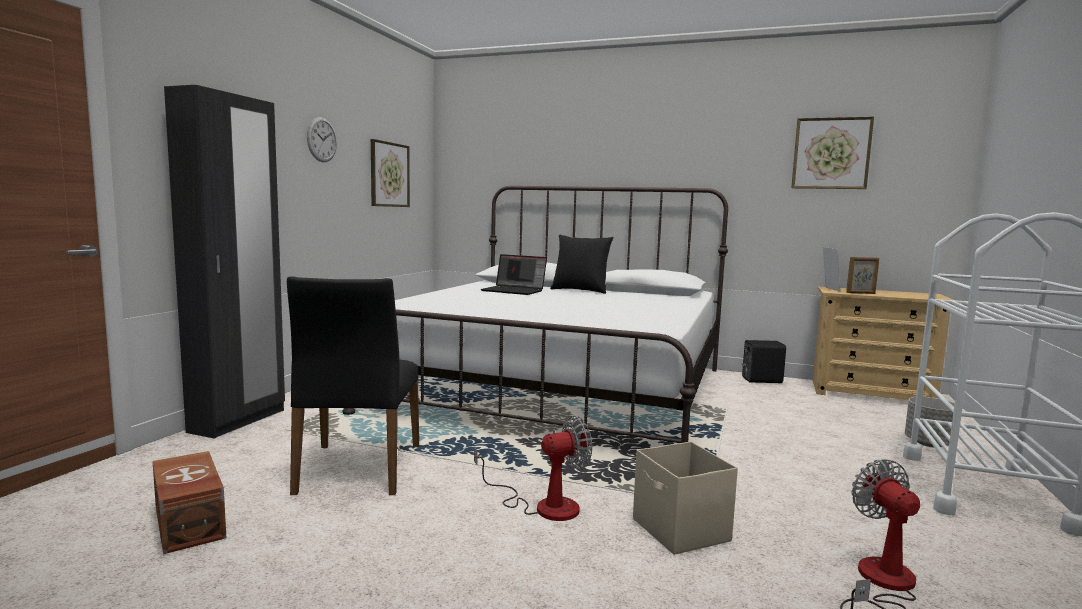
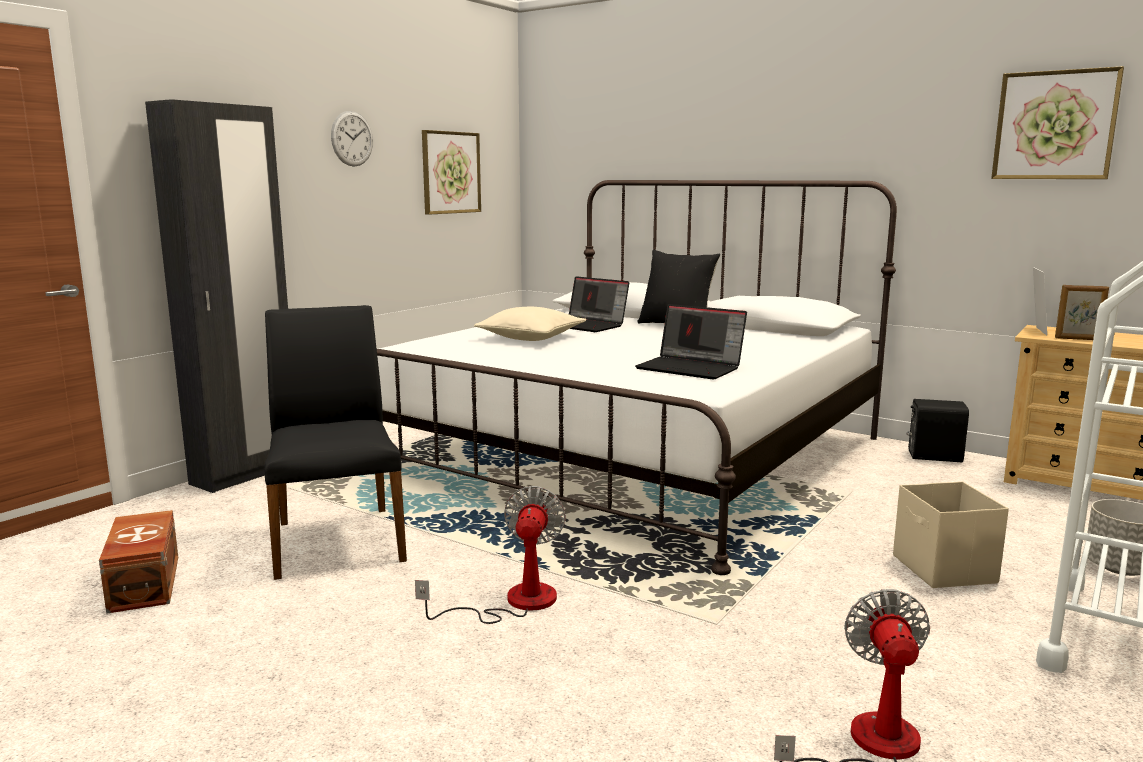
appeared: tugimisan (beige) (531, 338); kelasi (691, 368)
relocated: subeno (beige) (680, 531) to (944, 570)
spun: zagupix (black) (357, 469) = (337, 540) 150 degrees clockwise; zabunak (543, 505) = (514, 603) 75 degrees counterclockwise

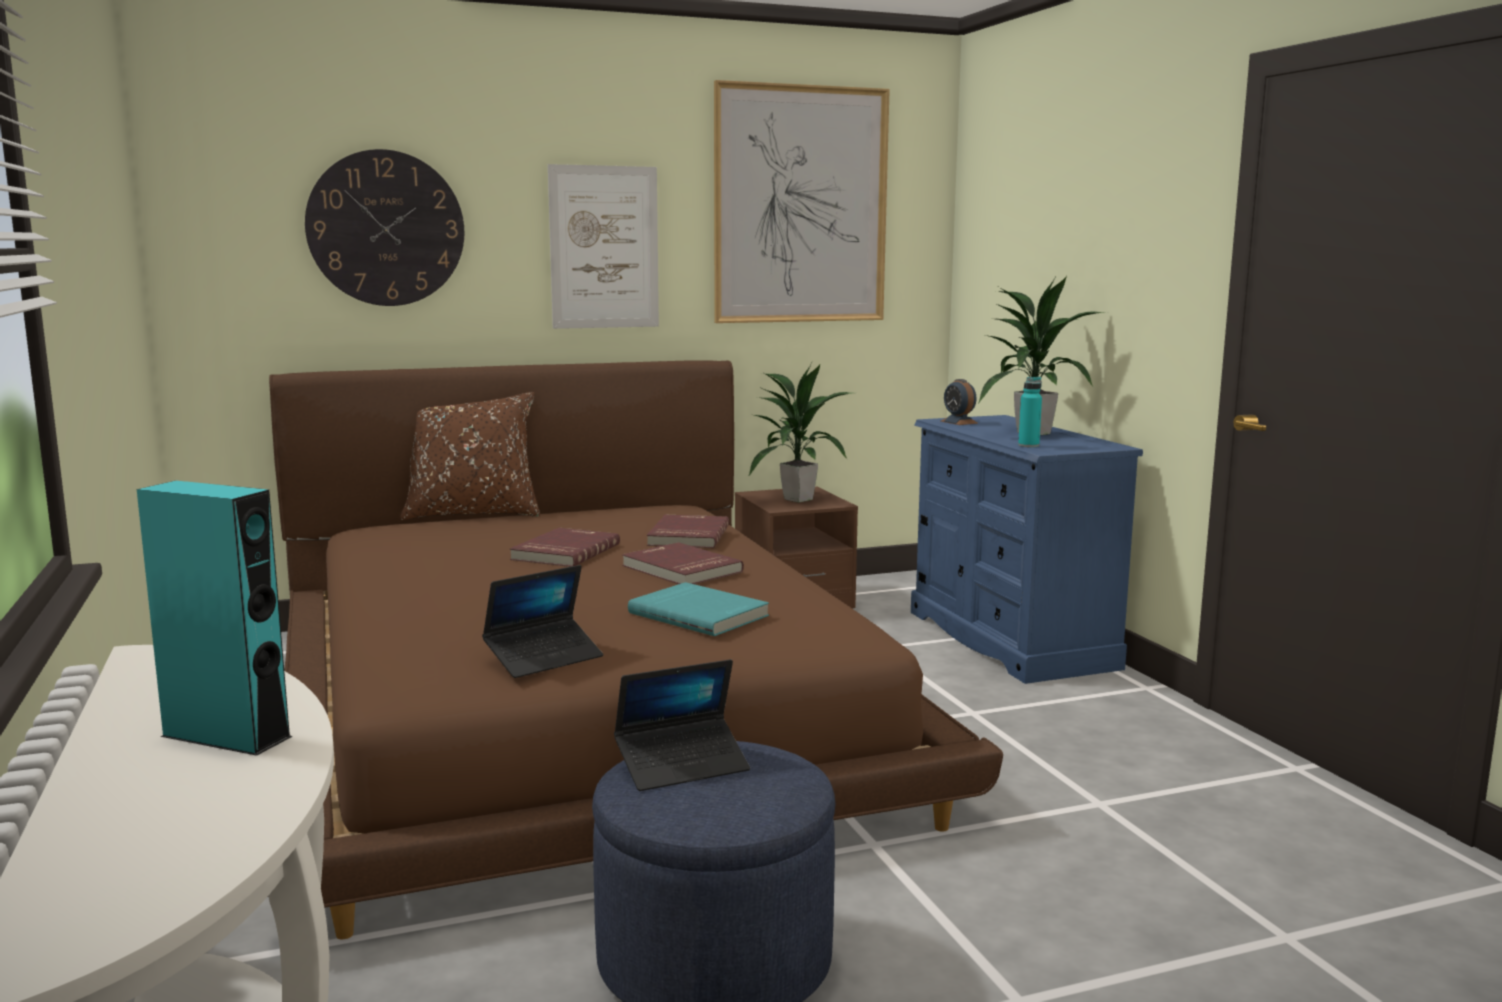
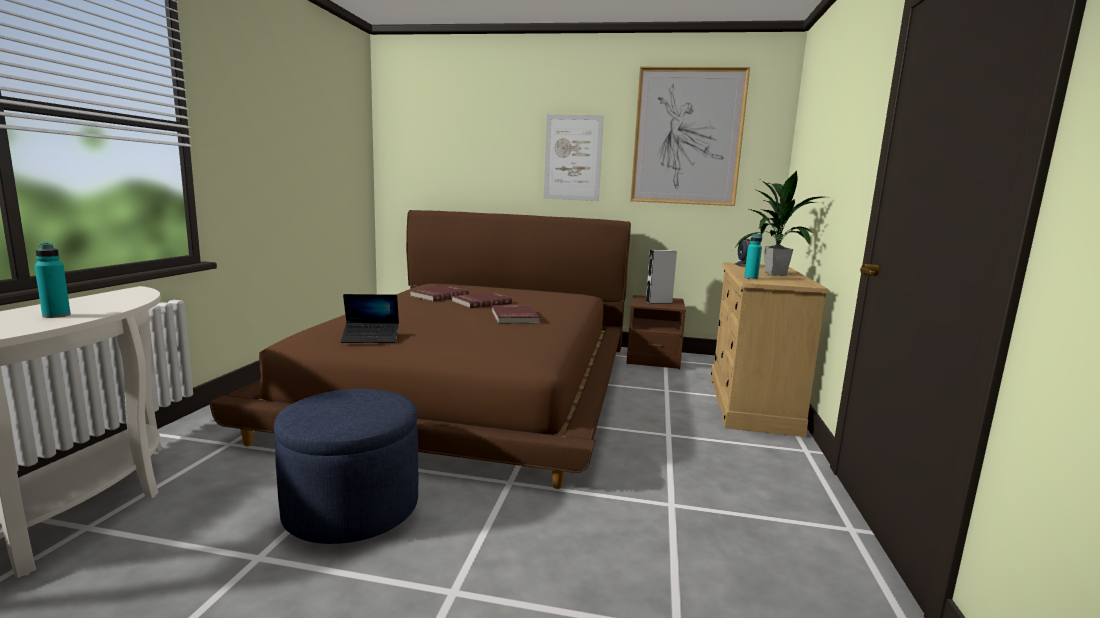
missing: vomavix (386, 228); tugimisan (brown) (472, 514); kelasi (682, 765); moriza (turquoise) (700, 614)
relocated: moriza (red) (686, 536) to (438, 295)
exchanged: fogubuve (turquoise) (226, 736) to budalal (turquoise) (56, 315); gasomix (797, 499) to fogubuve (grey) (659, 302)
colour: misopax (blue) (1009, 639) to misopax (beige) (751, 403)

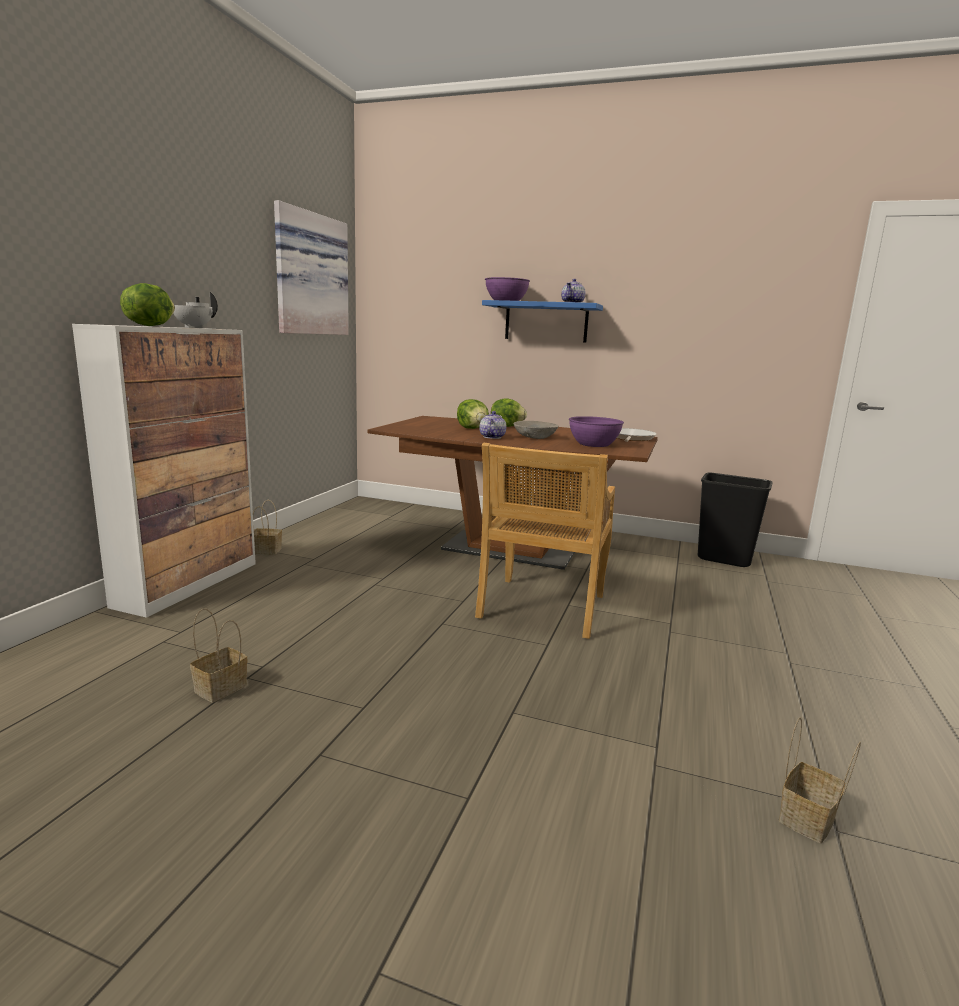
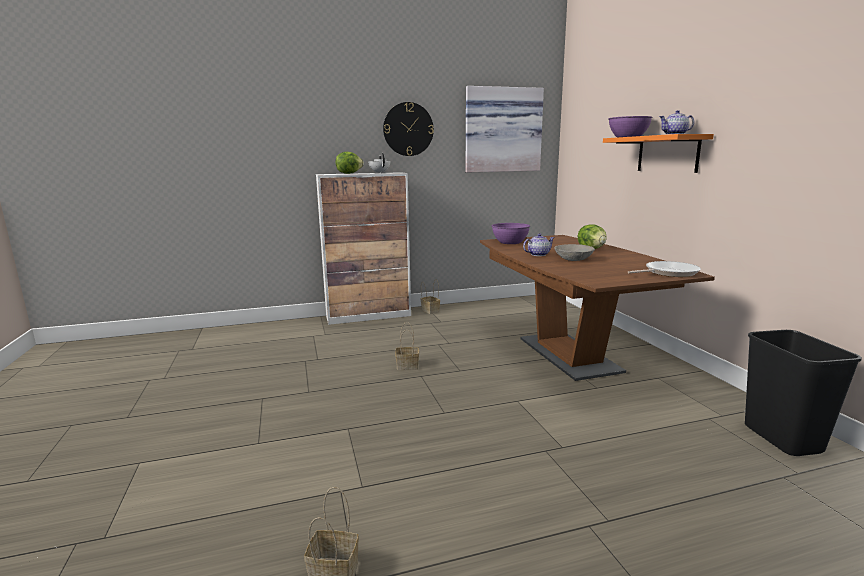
missing: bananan (473, 428); zagupix (beige) (542, 608)
appeared: vomavix (408, 129)
relocated: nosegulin (221, 687) to (408, 366); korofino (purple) (593, 444) to (510, 242)
colour: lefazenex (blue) (546, 322) to lefazenex (orange) (667, 154)

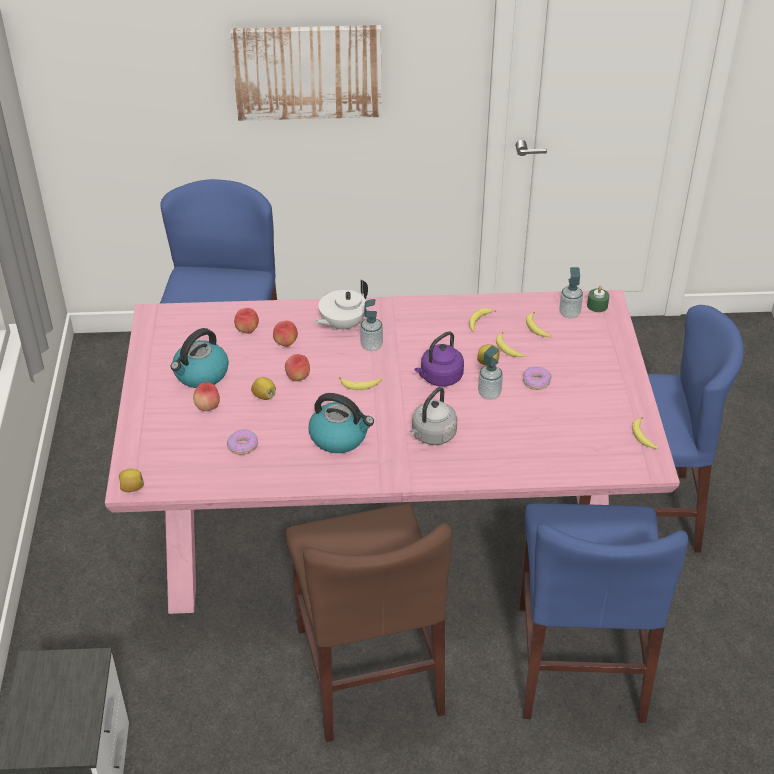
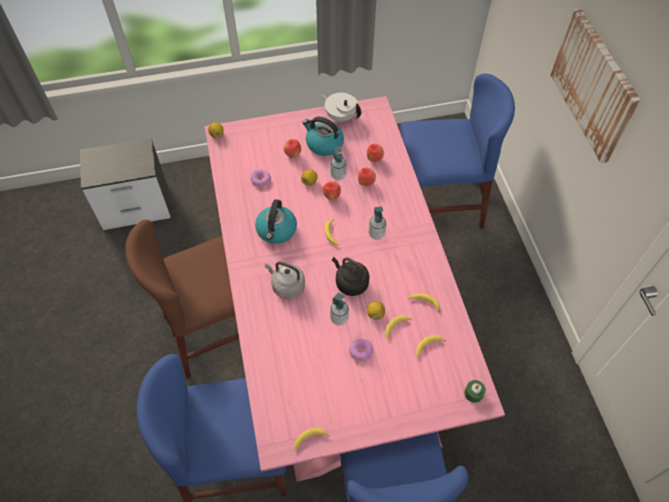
relocated: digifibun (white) (342, 324) to (340, 116); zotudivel (569, 313) to (338, 175)
colour: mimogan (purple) (439, 378) to mimogan (black) (350, 283)

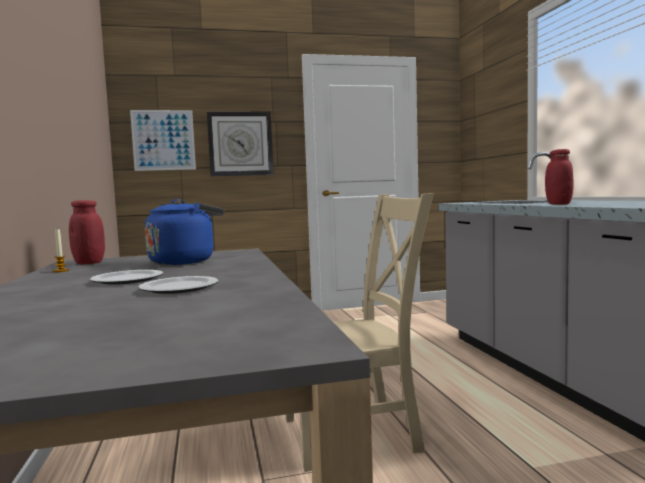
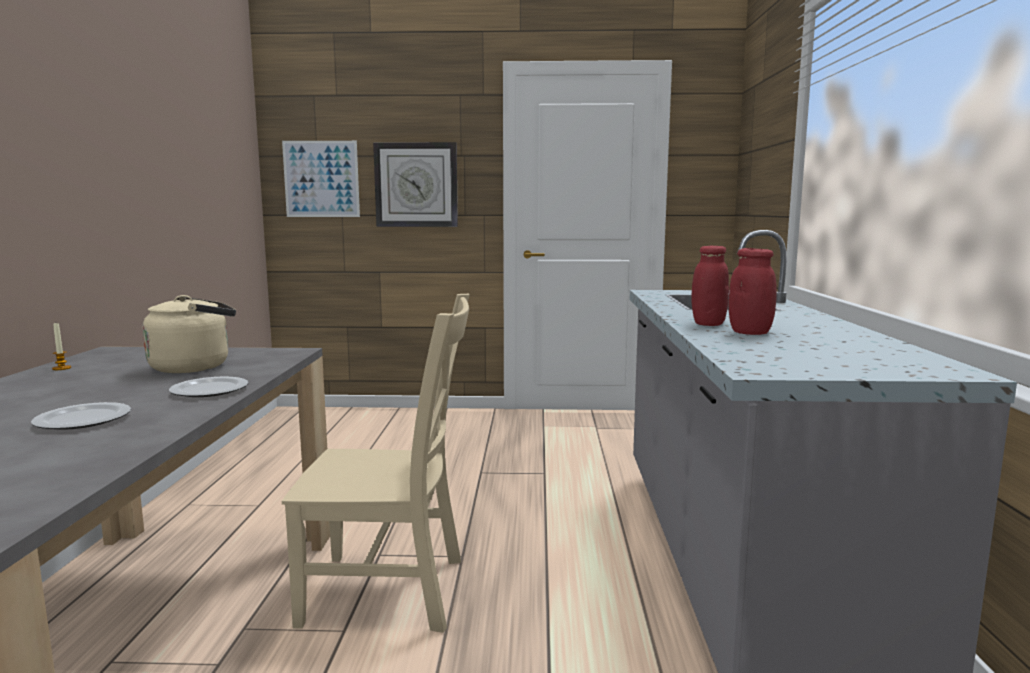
relocated: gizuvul (128, 280) to (210, 390); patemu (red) (89, 263) to (750, 332)
colour: mimogan (blue) (185, 261) to mimogan (beige) (195, 367)

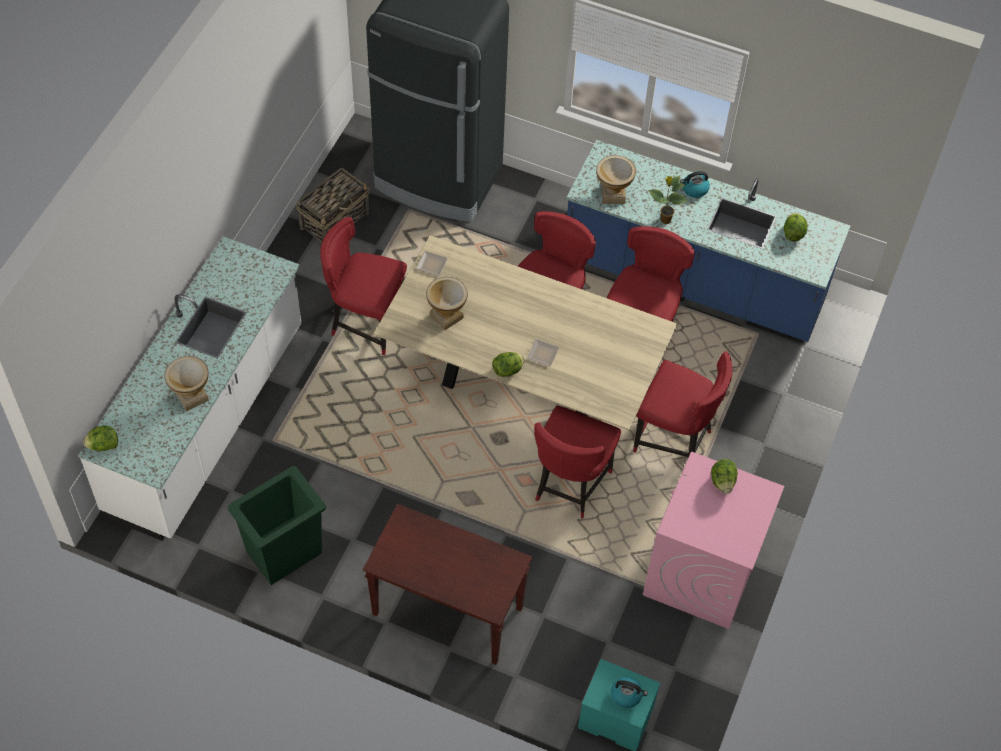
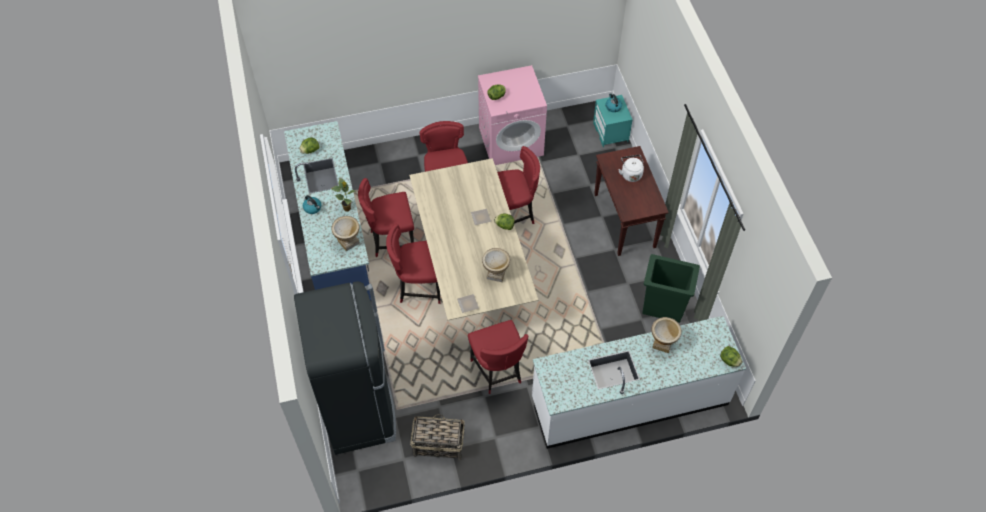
appeared: mimogan (white) (630, 174)

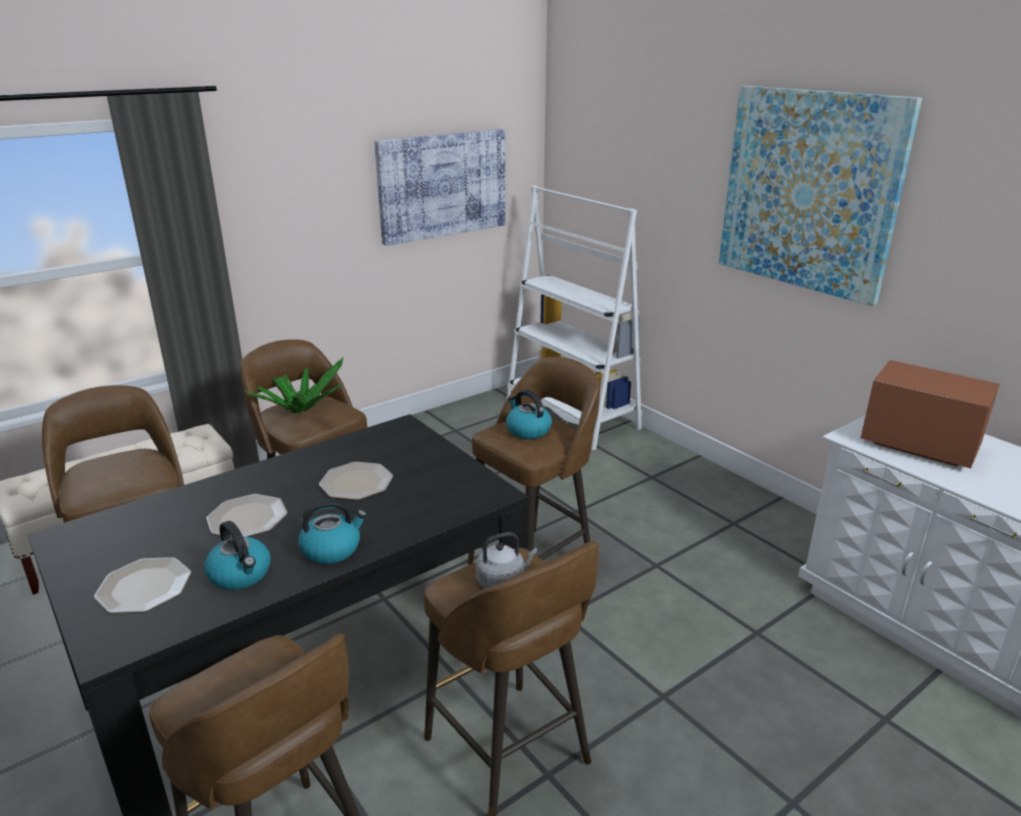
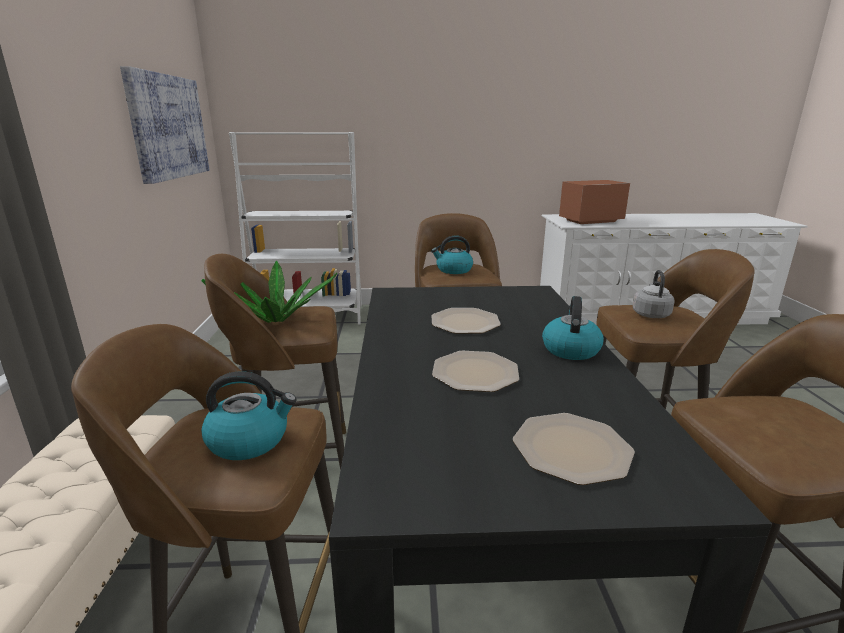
missing: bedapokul (808, 191)
relocated: mimogan (241, 575) to (250, 440)

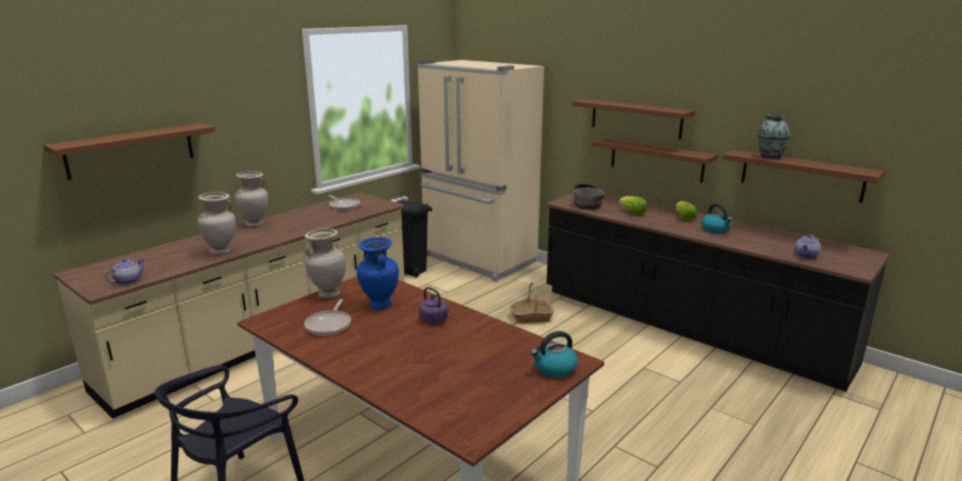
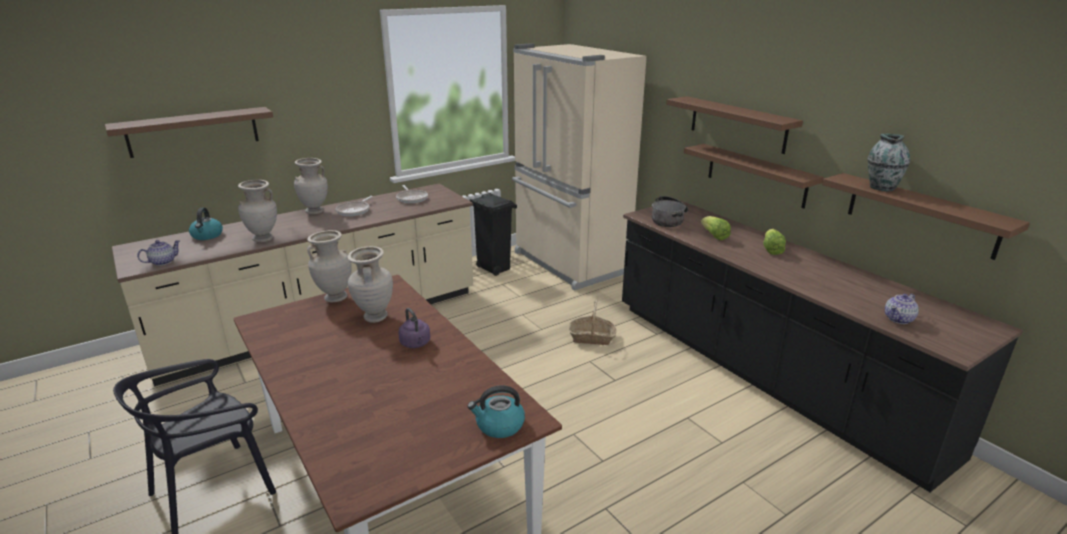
relocated: mimogan (716, 229) to (207, 235); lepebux (329, 325) to (354, 211)
colour: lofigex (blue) (379, 305) to lofigex (beige) (374, 317)

